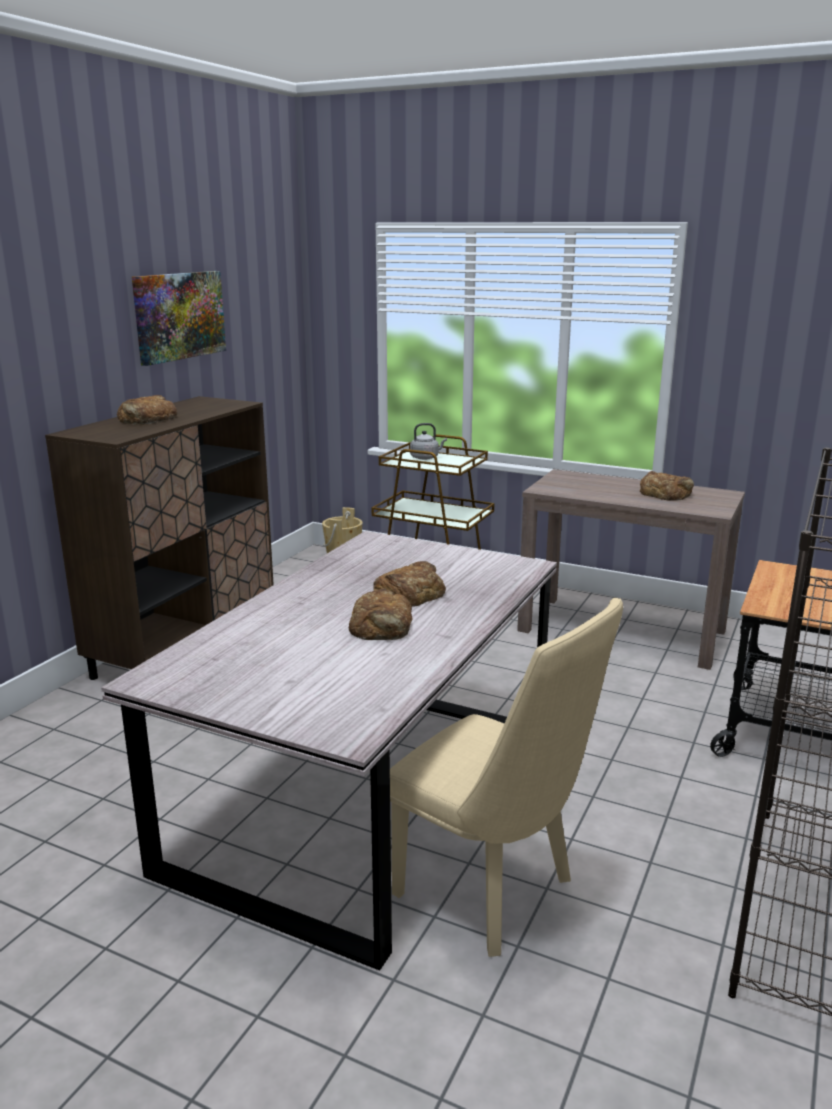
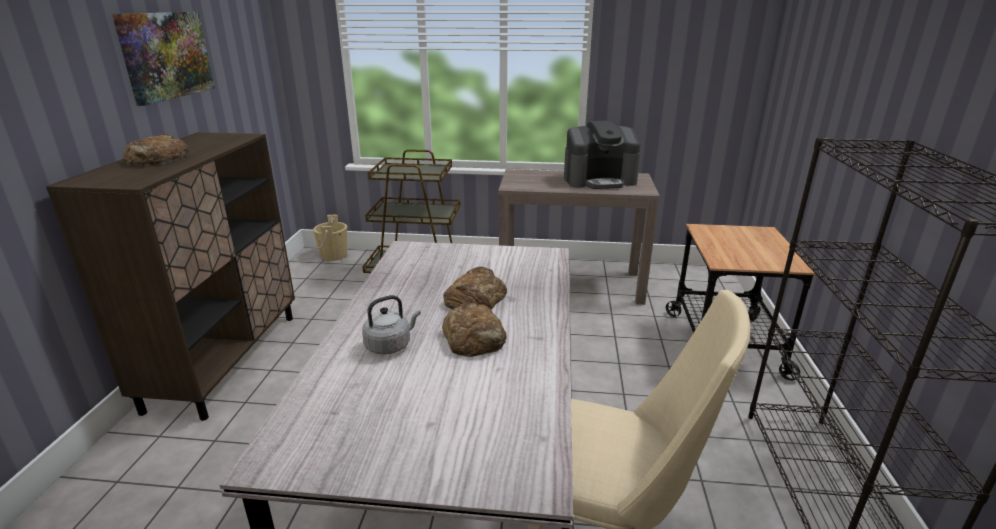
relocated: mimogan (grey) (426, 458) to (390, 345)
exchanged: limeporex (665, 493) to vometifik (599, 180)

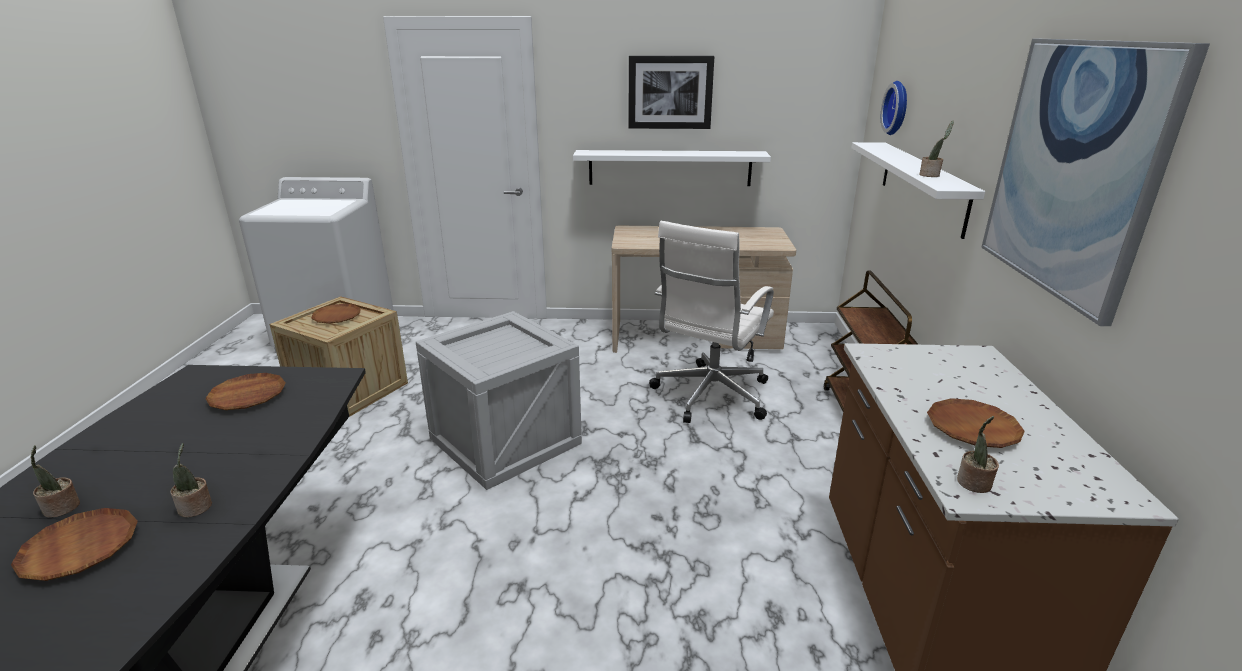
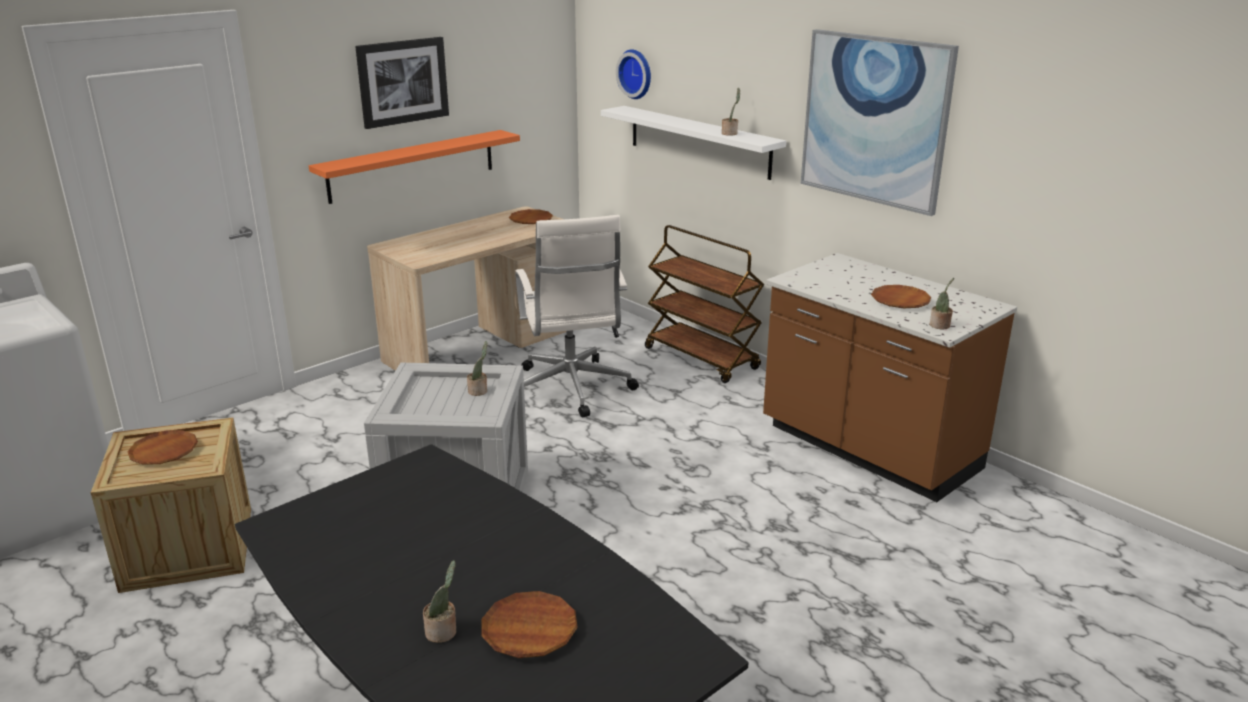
relocated: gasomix (196, 508) to (479, 391); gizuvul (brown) (248, 396) to (531, 220)
colour: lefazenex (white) (670, 168) to lefazenex (orange) (412, 166)

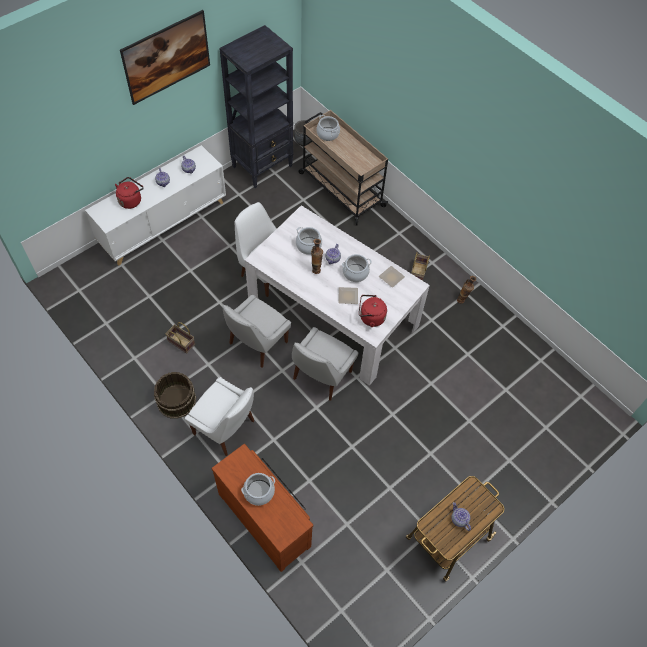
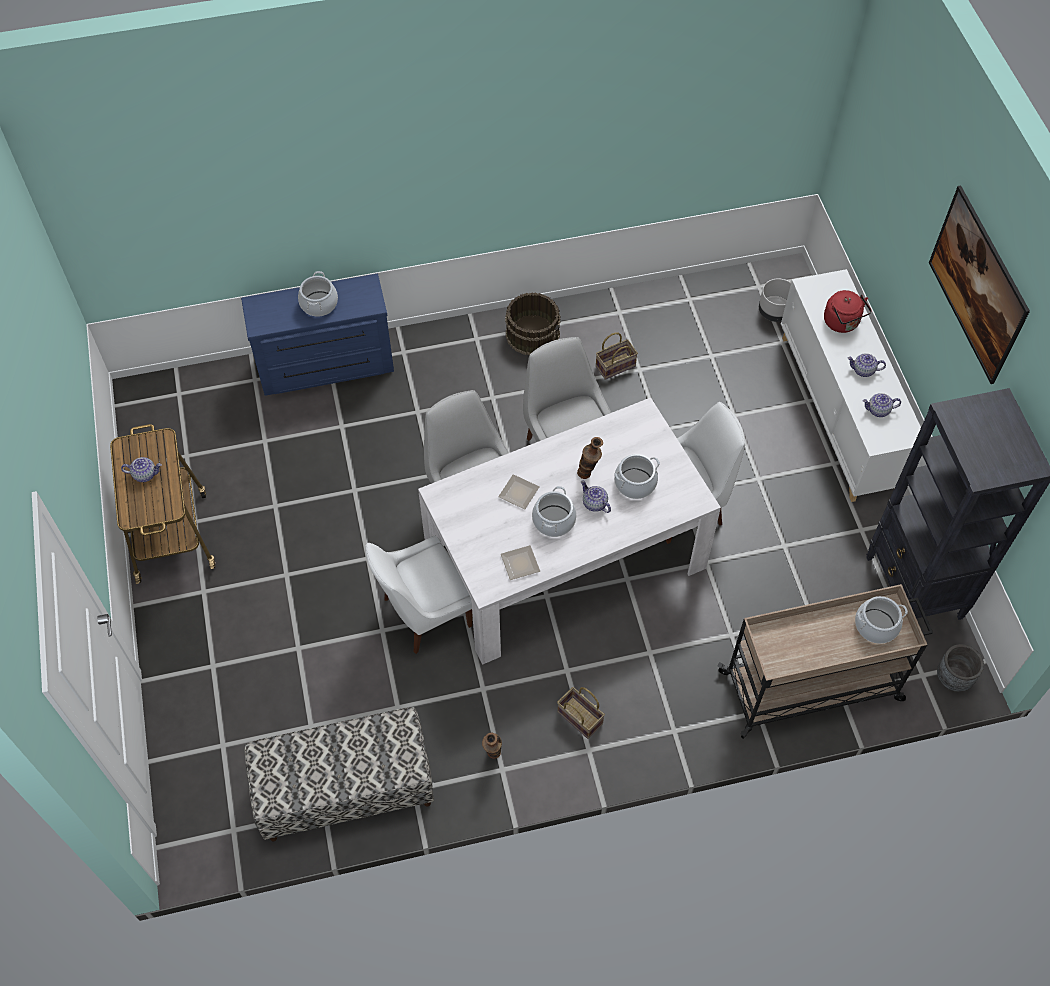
missing: mimogan (red) (370, 318)
appeared: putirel (345, 791); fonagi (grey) (774, 311)
relocated: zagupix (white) (226, 429) to (424, 614)
colour: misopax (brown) (266, 518) to misopax (blue) (326, 367)

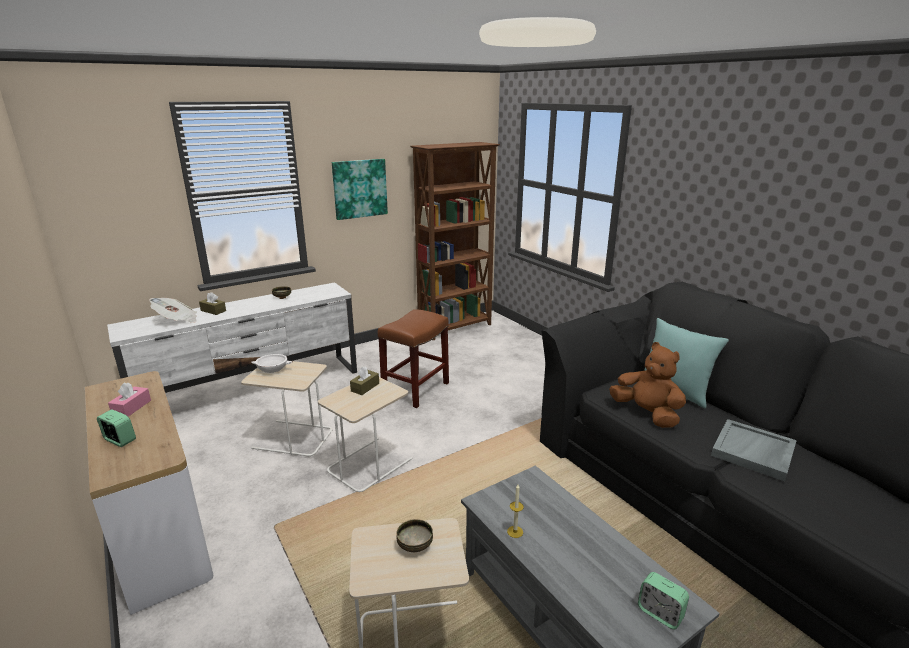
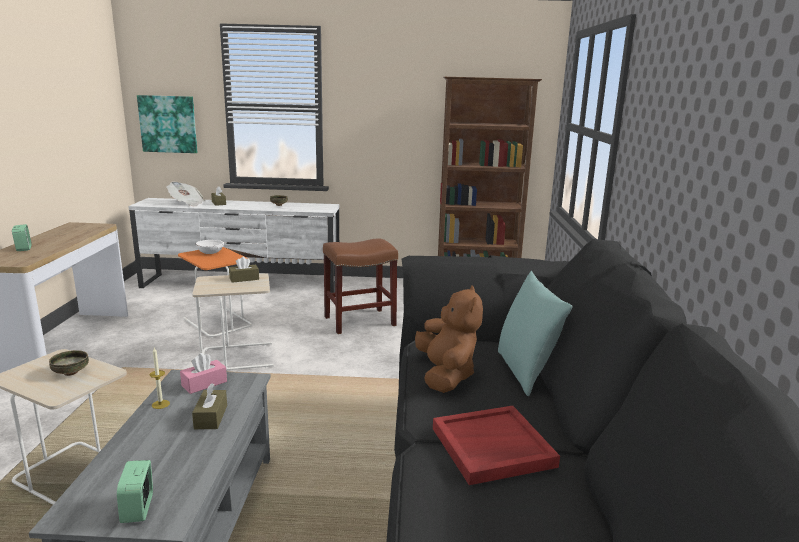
appeared: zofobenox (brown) (211, 417)
relocated: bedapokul (359, 188) to (168, 124); zofobenox (pink) (131, 407) to (204, 383)
colour: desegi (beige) (292, 439) to desegi (orange) (217, 322); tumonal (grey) (753, 452) to tumonal (red) (492, 448)

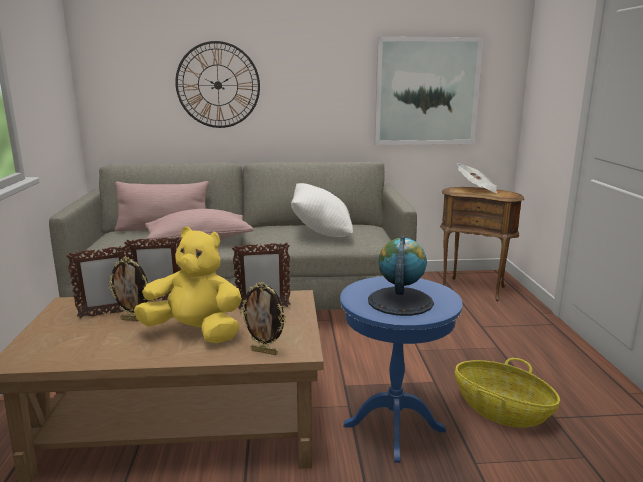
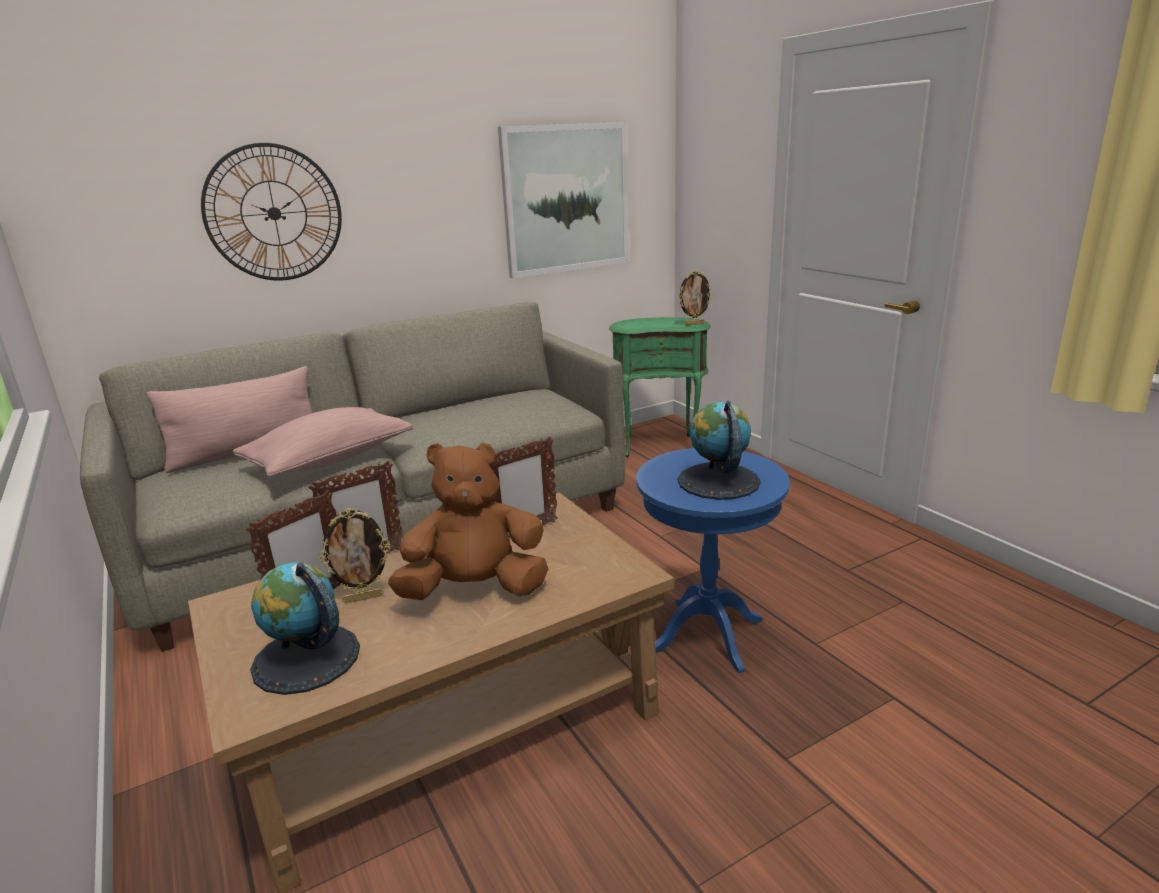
missing: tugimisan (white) (322, 234); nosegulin (501, 410); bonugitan (477, 189)
appeared: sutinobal (306, 659)
relocated: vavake (264, 351) to (694, 324)
colour: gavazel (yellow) (195, 332) to gavazel (brown) (475, 590); desegi (brown) (474, 288) to desegi (green) (659, 445)

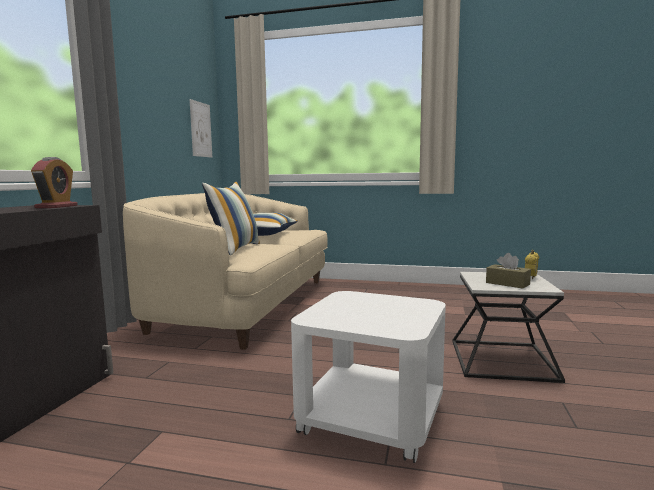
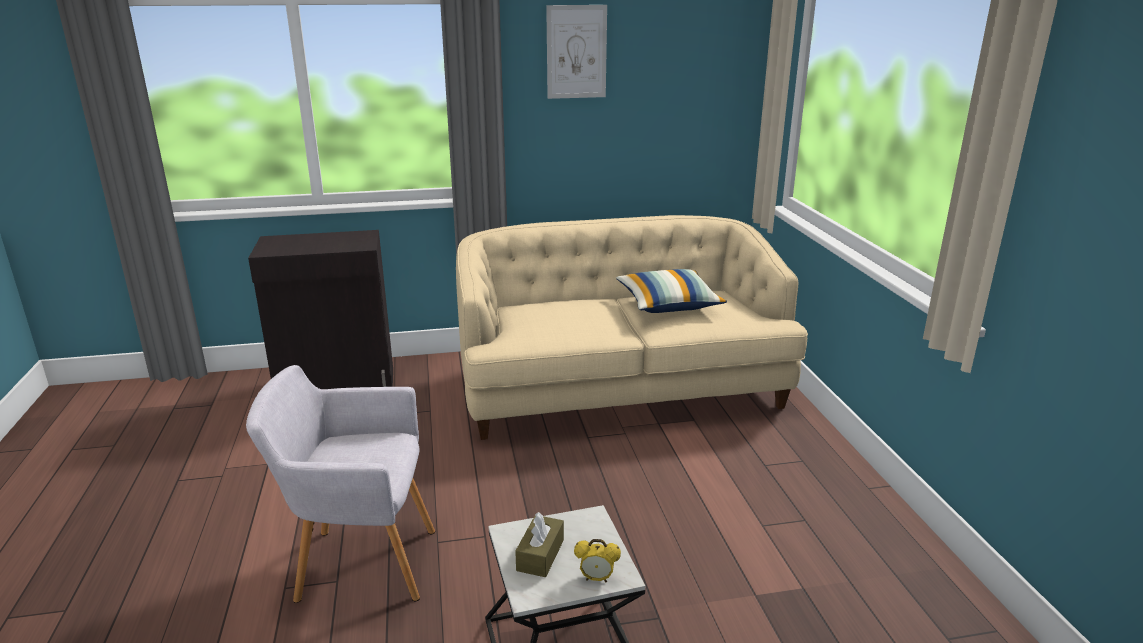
missing: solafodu (57, 206); tugimisan (235, 249)
relocated: bedapokul (201, 129) to (576, 52)
exchanged: desegi (white) (371, 418) to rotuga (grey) (359, 563)

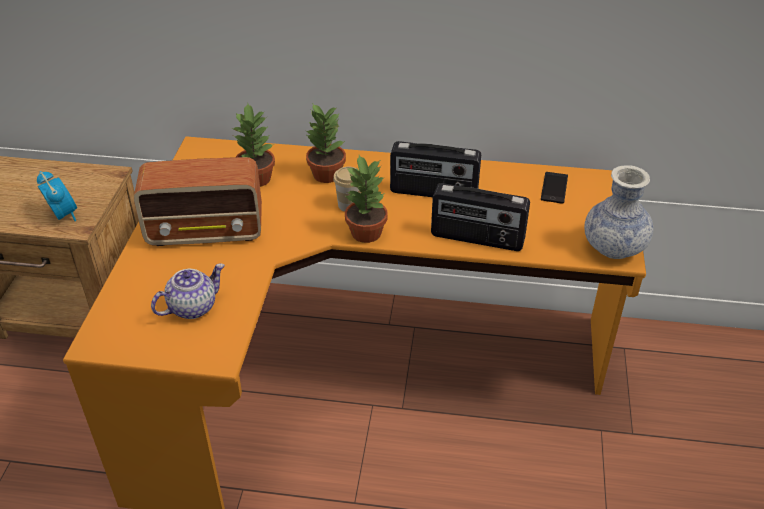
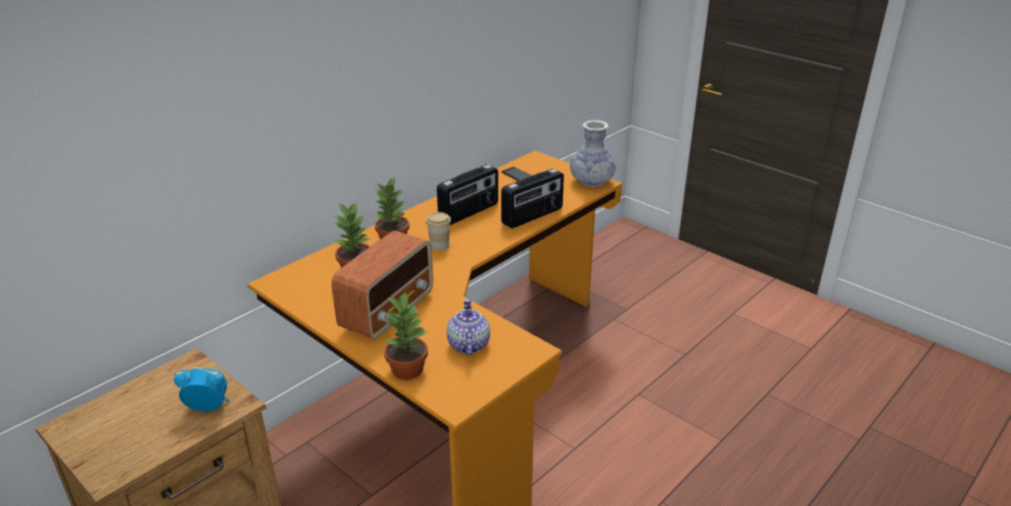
relocated: gasomix (367, 232) to (407, 369)

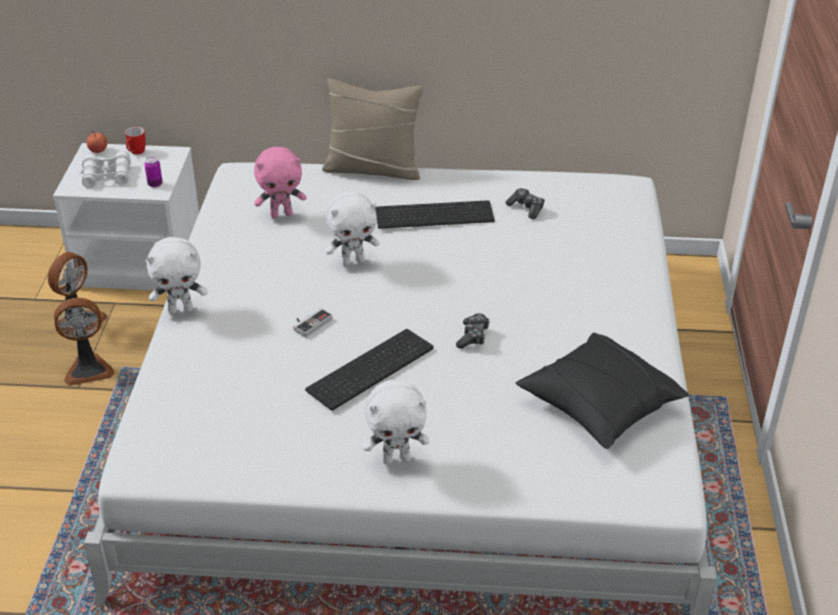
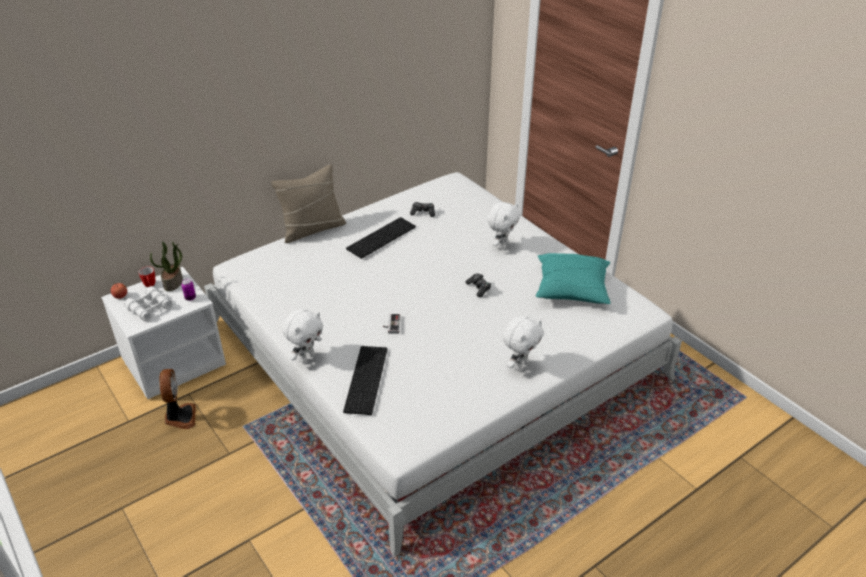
missing: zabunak (88, 369); gavazel (pink) (281, 214)
appeared: gasomix (173, 283)
relocated: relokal (371, 371) to (367, 380); gavazel (white) (353, 261) to (502, 245)
colour: tugimisan (black) (598, 405) to tugimisan (turquoise) (571, 289)

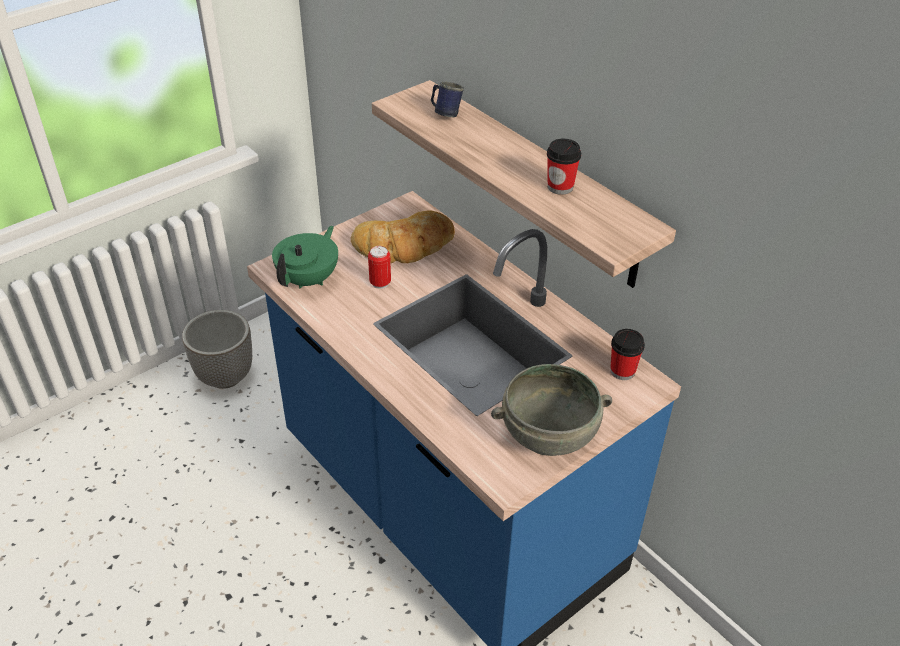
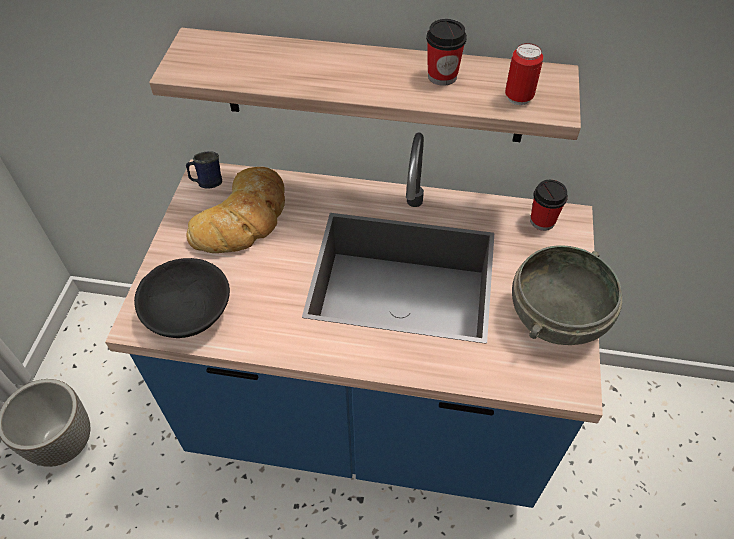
relocated: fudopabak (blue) (445, 113) to (207, 182); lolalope (380, 283) to (518, 98)
exchanged: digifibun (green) (309, 279) to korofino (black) (189, 312)

